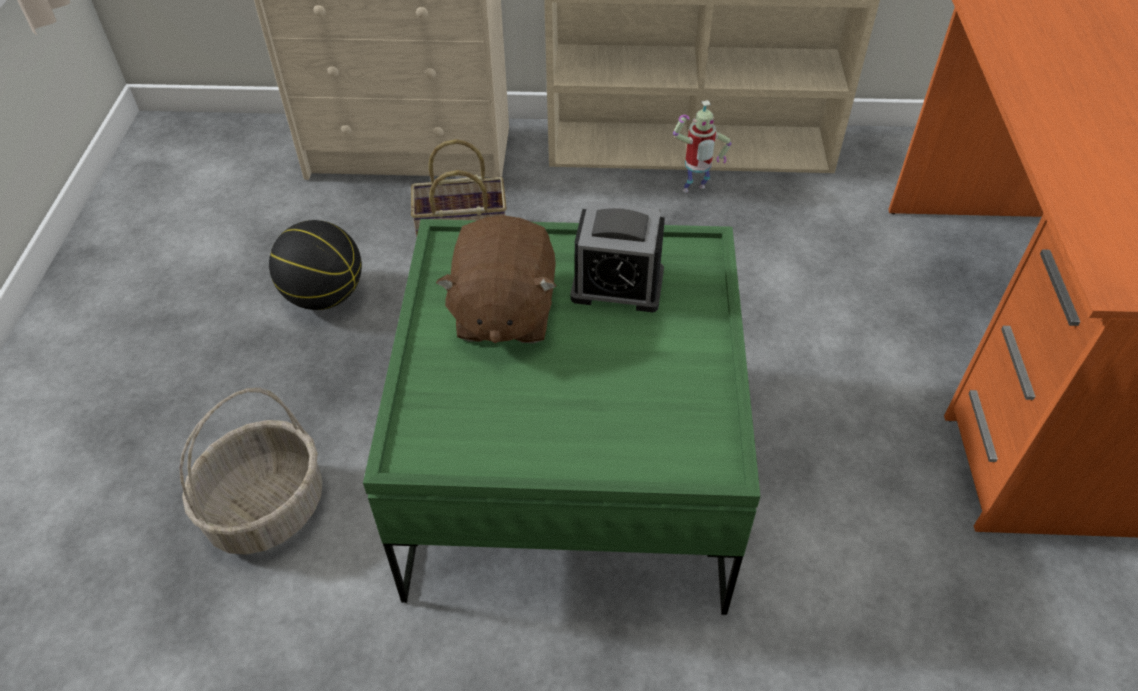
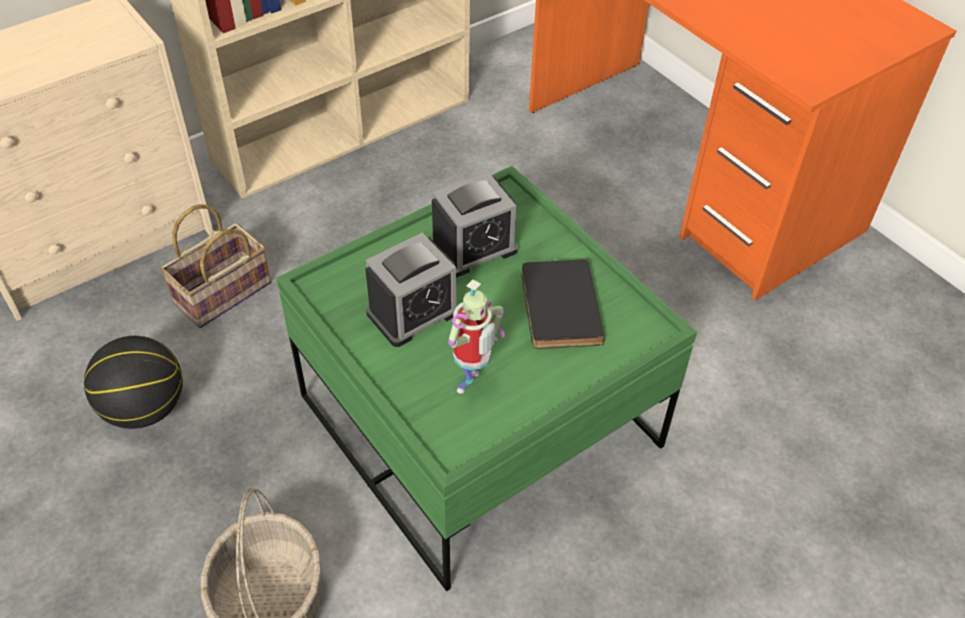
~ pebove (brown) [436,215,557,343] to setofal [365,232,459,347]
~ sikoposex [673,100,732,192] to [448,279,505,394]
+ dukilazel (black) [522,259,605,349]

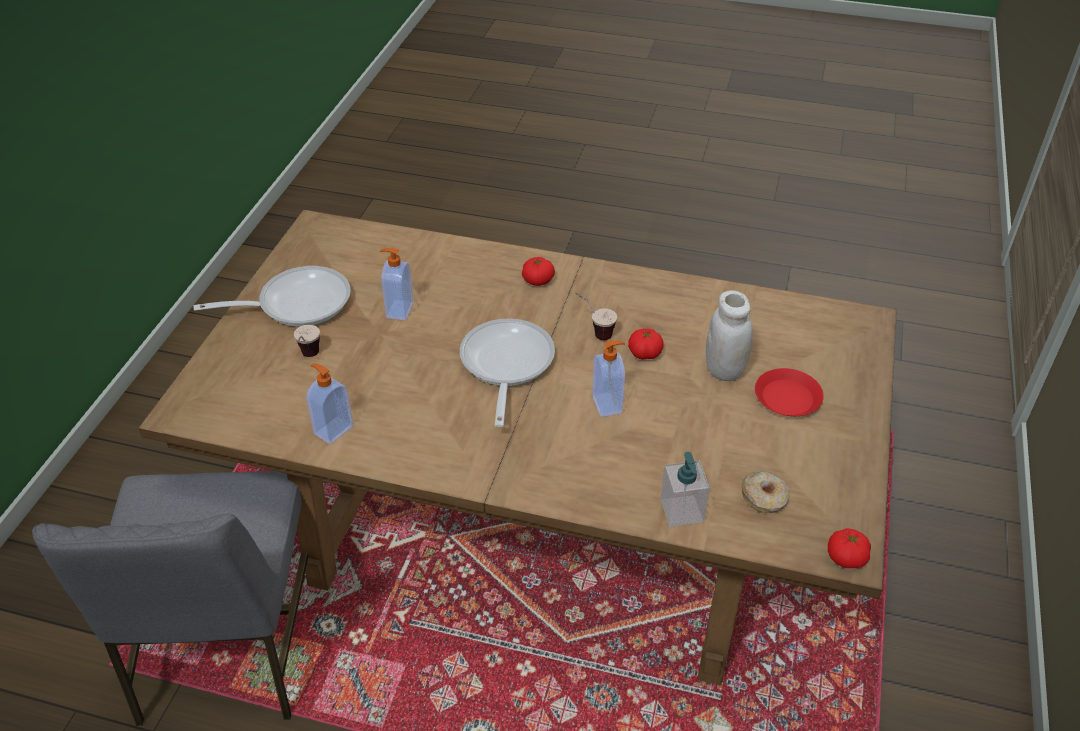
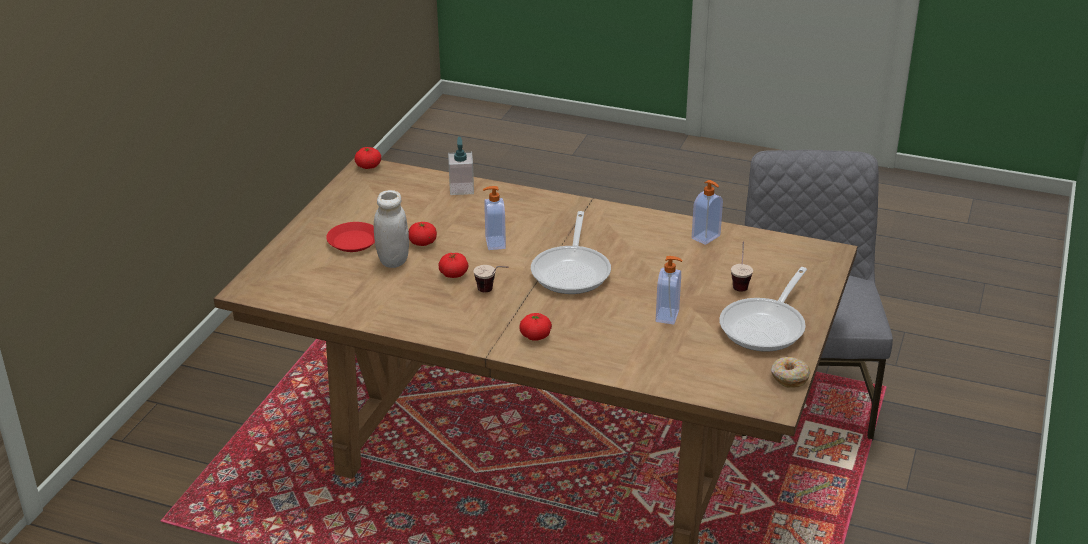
~ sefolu [193,266,351,327] = [719,267,807,352] 45 degrees counterclockwise
~ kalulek [742,470,789,513] to [771,357,811,388]
+ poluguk [409,222,437,246]

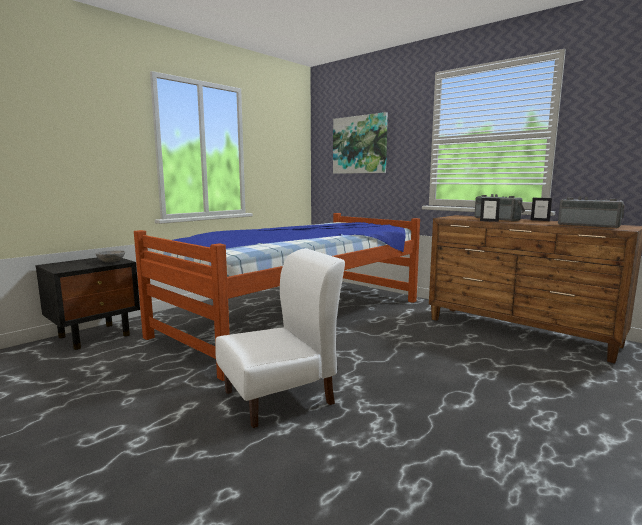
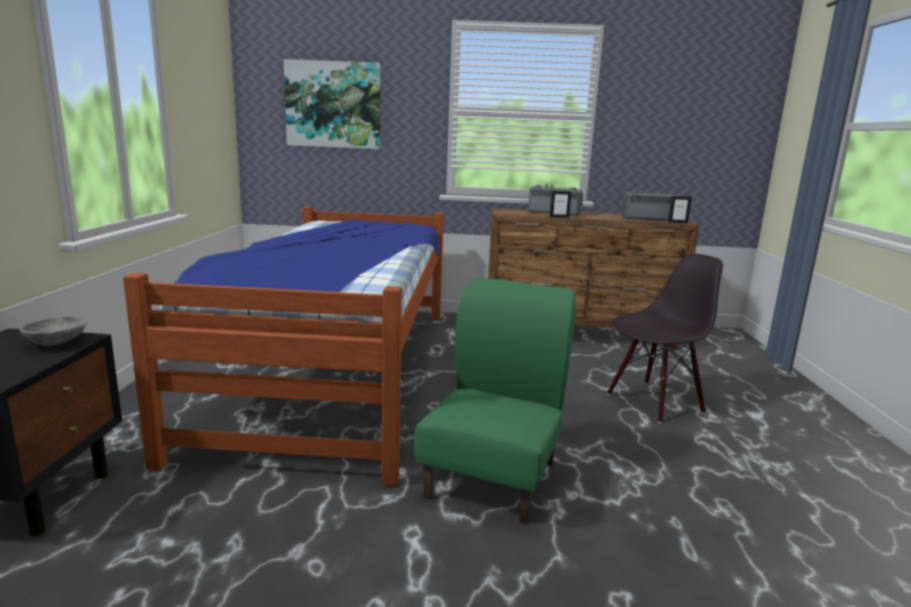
~ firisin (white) [215,248,345,428] to firisin (green) [414,277,576,524]
~ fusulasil [531,198,552,221] to [668,196,692,223]
+ firisin (black) [607,254,723,423]

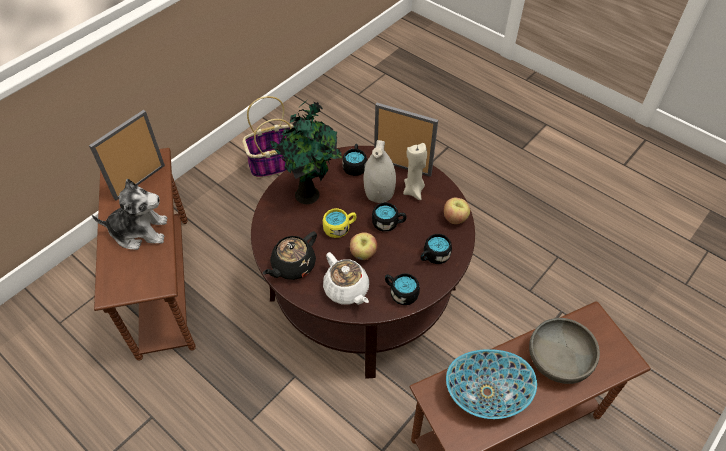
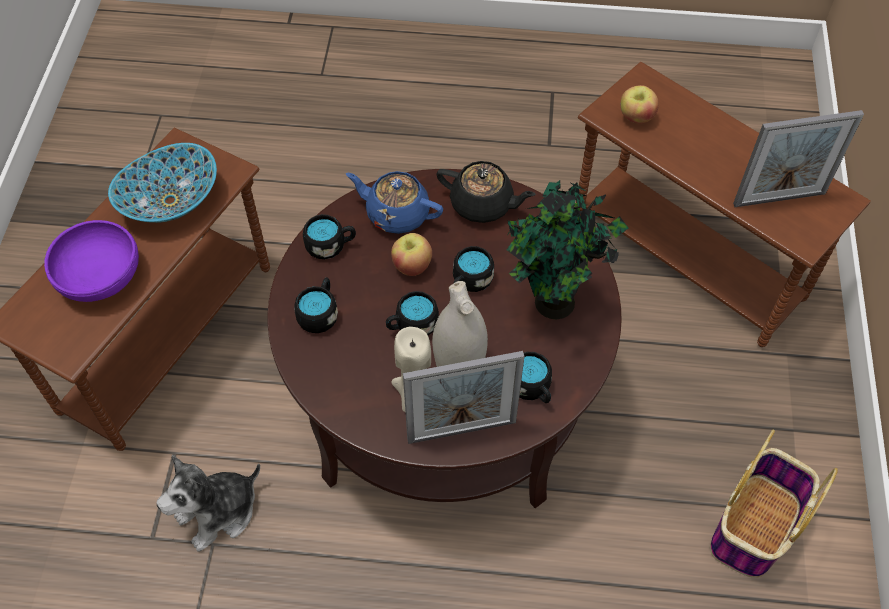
~ fusulasil [89,110,165,201] = [733,110,864,207] 75 degrees clockwise
~ pebove [92,179,168,250] to [156,455,260,552]
~ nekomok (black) [263,231,317,280] = [437,161,536,223] 105 degrees clockwise
~ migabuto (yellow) [323,208,356,238] to migabuto (black) [453,246,494,292]
~ nekomok (white) [323,252,369,305] to nekomok (blue) [346,171,443,234]
~ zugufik [444,197,470,224] to [621,85,659,124]
~ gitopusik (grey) [529,318,600,384] to gitopusik (purple) [44,220,139,302]

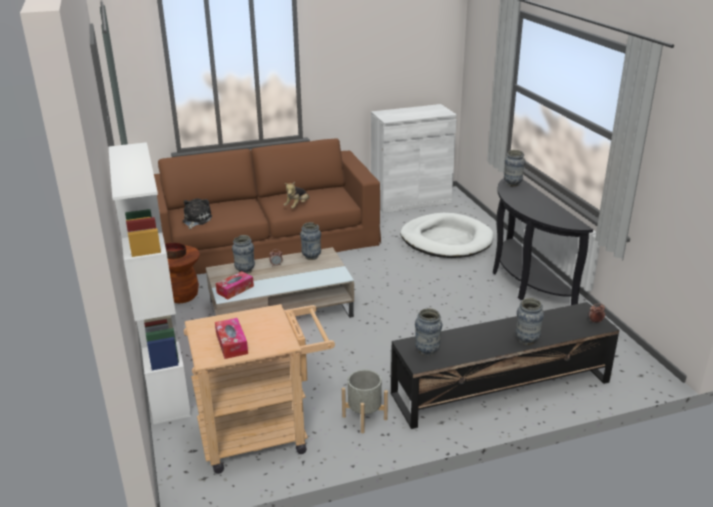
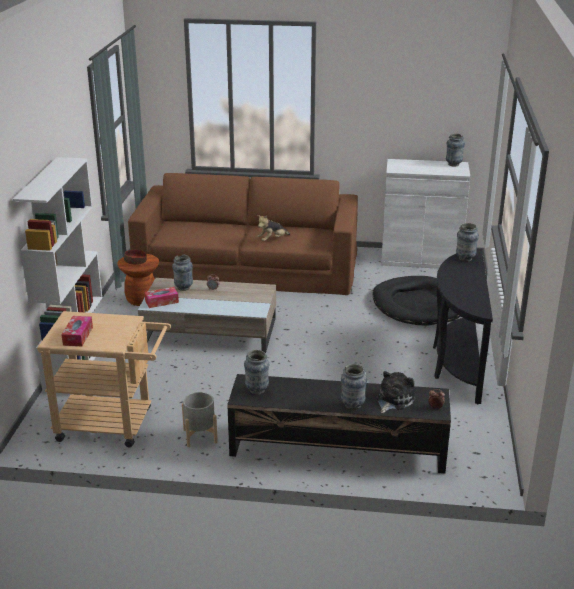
~ pebove [183,198,212,229] to [376,371,416,413]
~ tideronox [300,222,321,260] to [446,134,465,167]
~ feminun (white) [400,213,494,258] to feminun (black) [373,276,460,326]

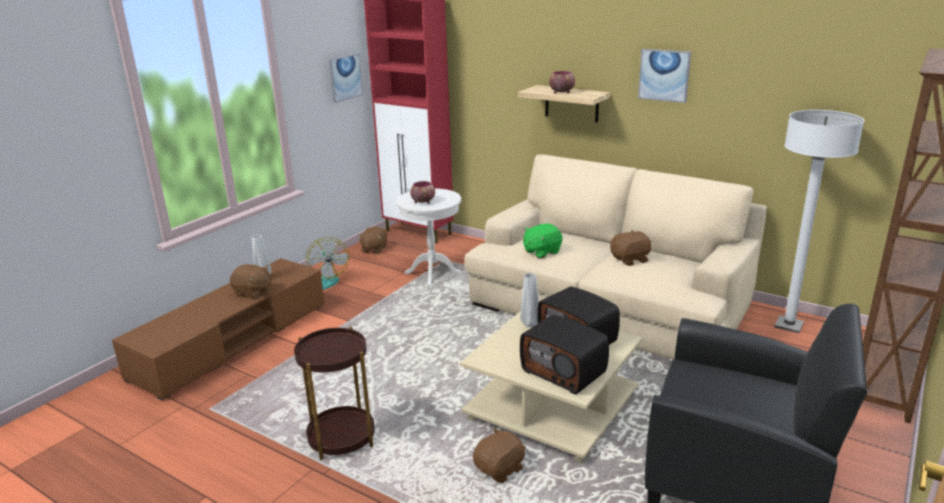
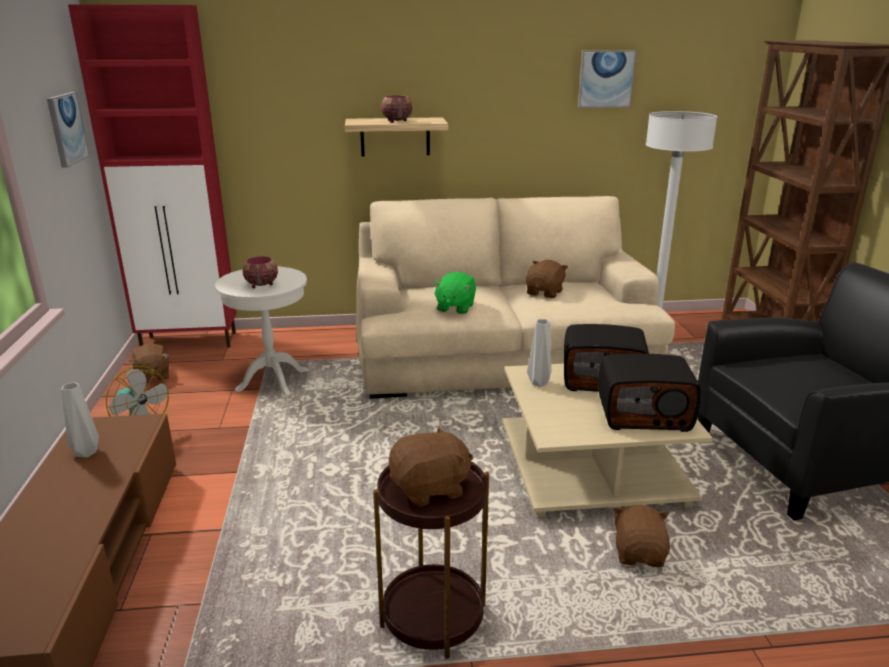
~ pebove (brown) [230,264,271,298] to [389,426,473,507]
~ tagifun [638,49,691,103] to [578,50,636,108]

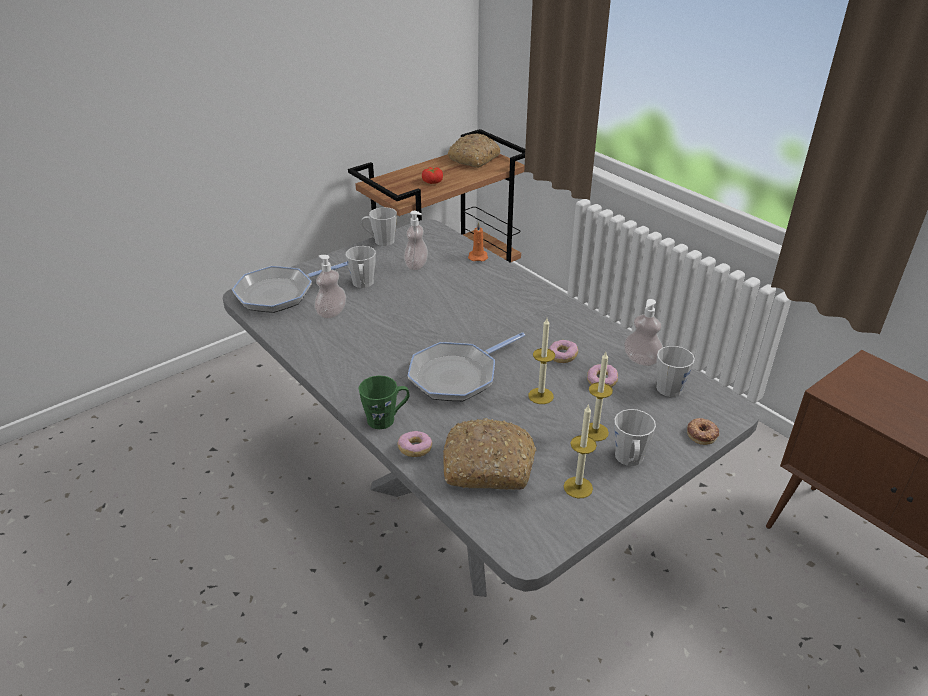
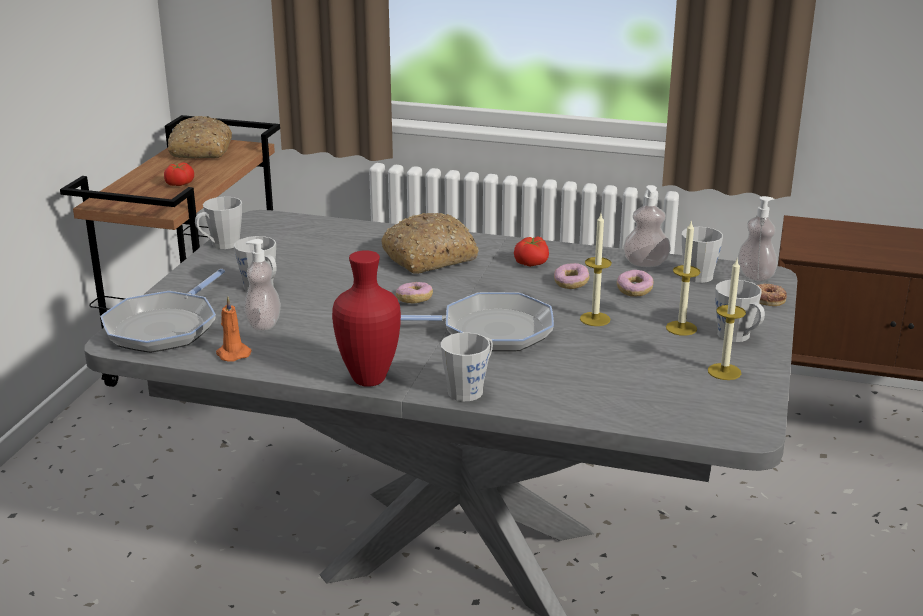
~ migabuto (green) [359,375,410,429] to migabuto (grey) [441,332,493,401]
~ kalulek [397,431,432,457] to [396,282,433,303]
~ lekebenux [404,211,428,271] to [738,196,777,282]
~ sefolu [408,332,525,401] = [401,292,554,352] 105 degrees counterclockwise
~ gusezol [443,418,536,490] to [381,213,479,274]
~ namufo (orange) [468,222,488,261] to [216,297,251,362]
+ tideronox (red) [332,250,401,387]
+ poluguk [514,236,549,267]

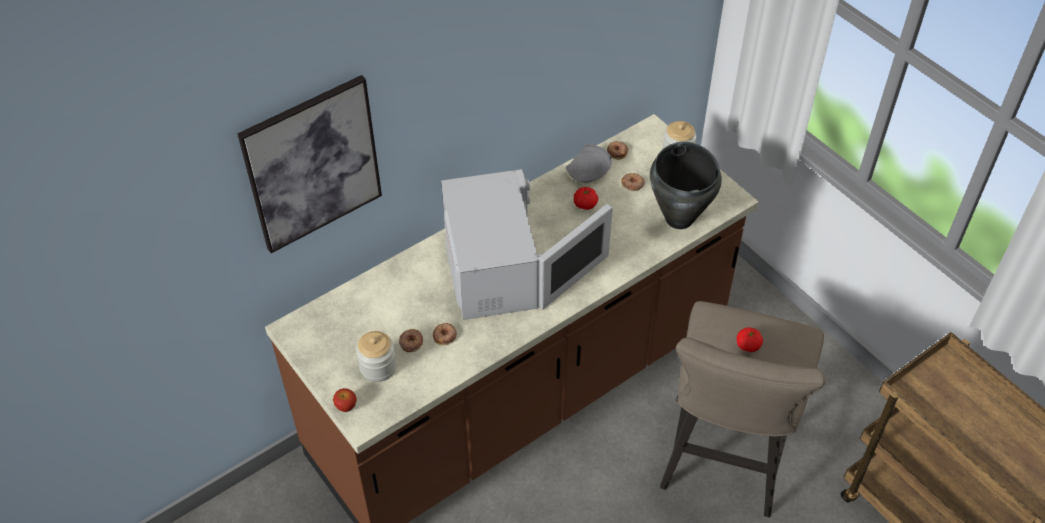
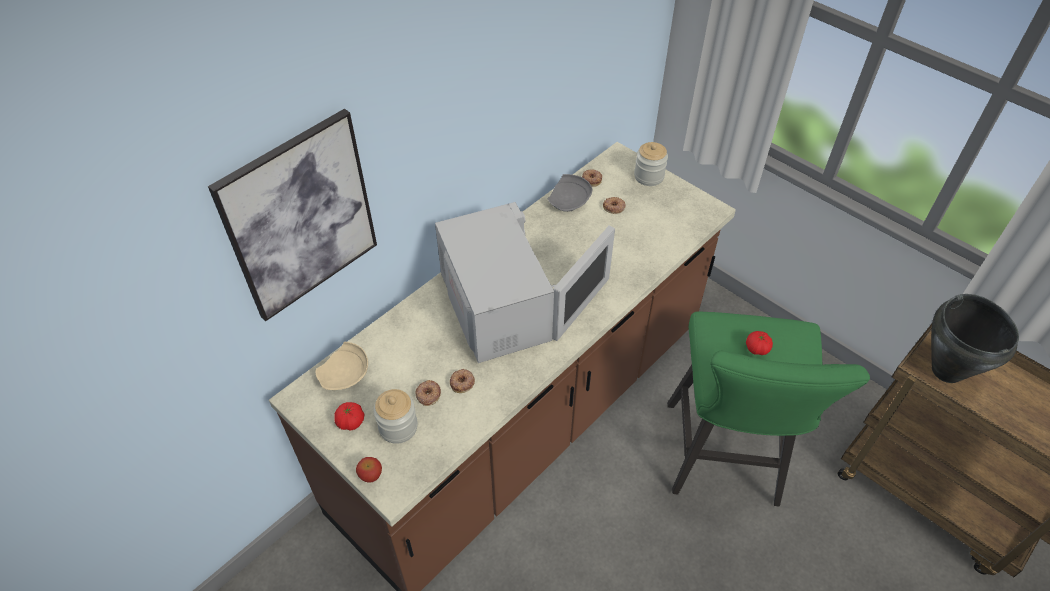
~ poluguk [574,187,598,210] to [335,402,364,431]
~ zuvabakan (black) [650,142,722,229] to [931,294,1019,383]
~ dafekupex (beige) [660,301,826,518] to dafekupex (green) [667,311,870,506]
+ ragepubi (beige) [315,342,368,390]

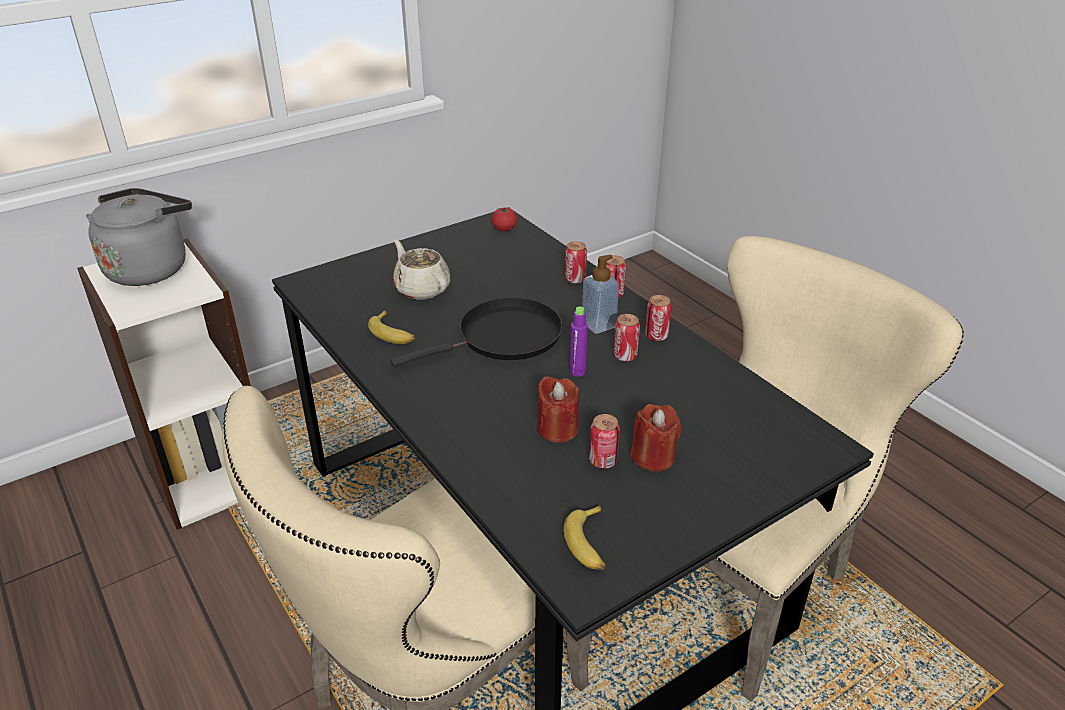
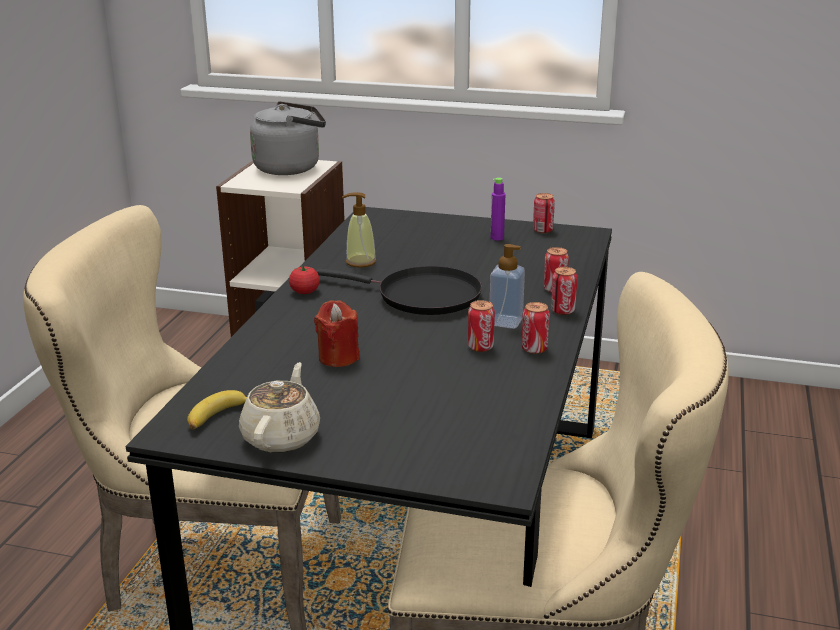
~ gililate [368,310,415,344] to lekebenux [342,192,376,268]
~ nekomok (beige) [393,240,450,300] to [239,362,320,453]
~ poluguk [491,208,517,231] to [289,265,320,294]
~ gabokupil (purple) [569,307,588,376] to [491,178,505,240]
~ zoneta [589,414,620,469] to [533,193,555,233]
- namufo (red) [631,404,682,471]

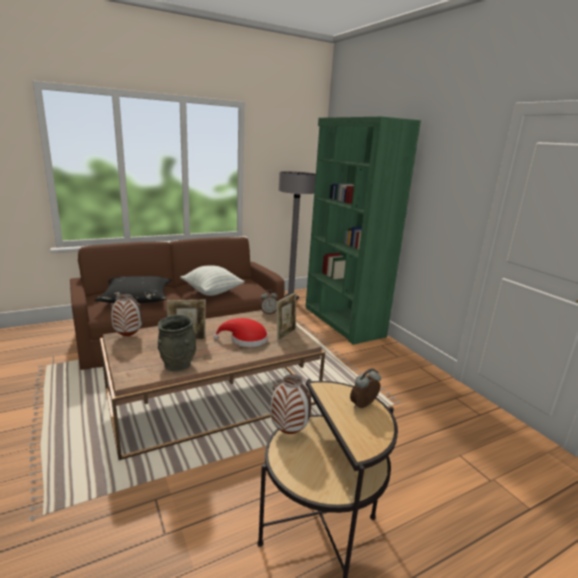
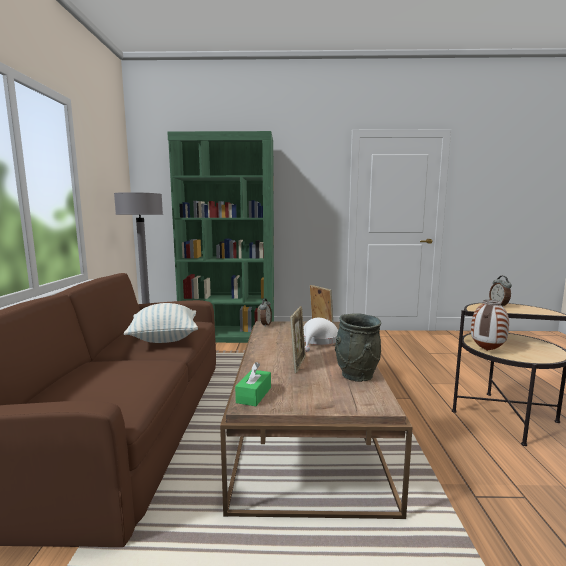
- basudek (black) [95,276,172,303]
~ tideronox [111,294,142,336] to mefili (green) [235,362,271,406]
~ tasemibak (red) [213,318,268,347] to tasemibak (white) [303,318,338,352]

